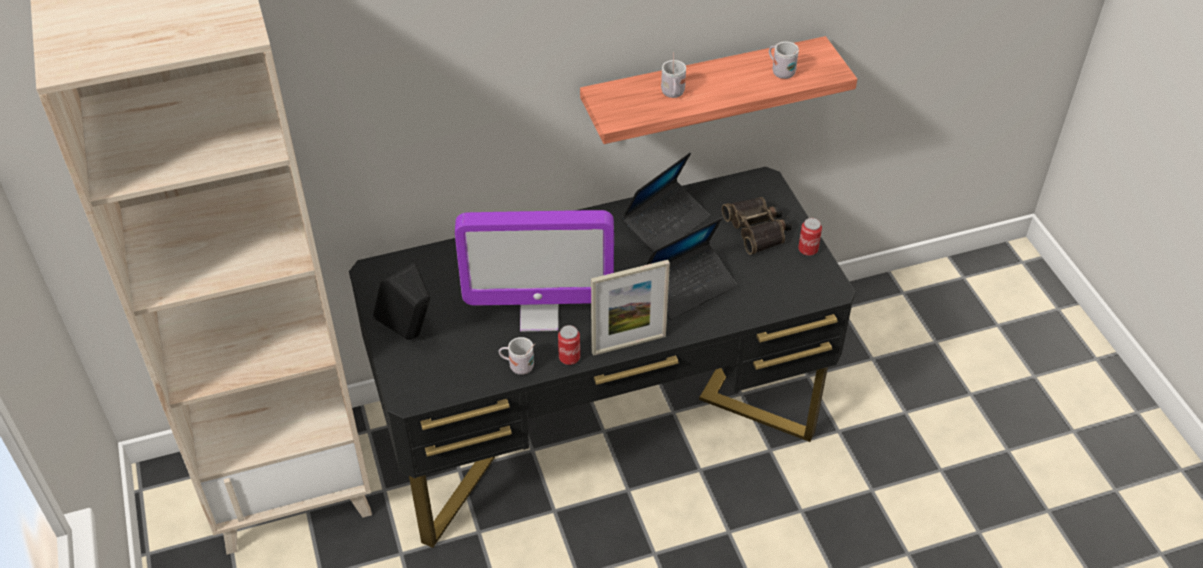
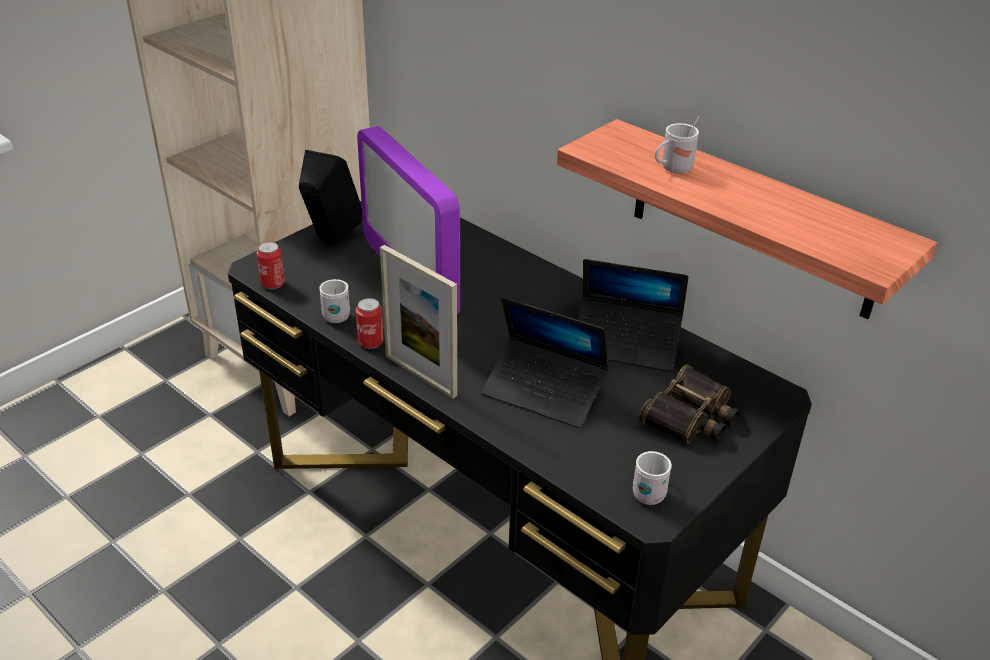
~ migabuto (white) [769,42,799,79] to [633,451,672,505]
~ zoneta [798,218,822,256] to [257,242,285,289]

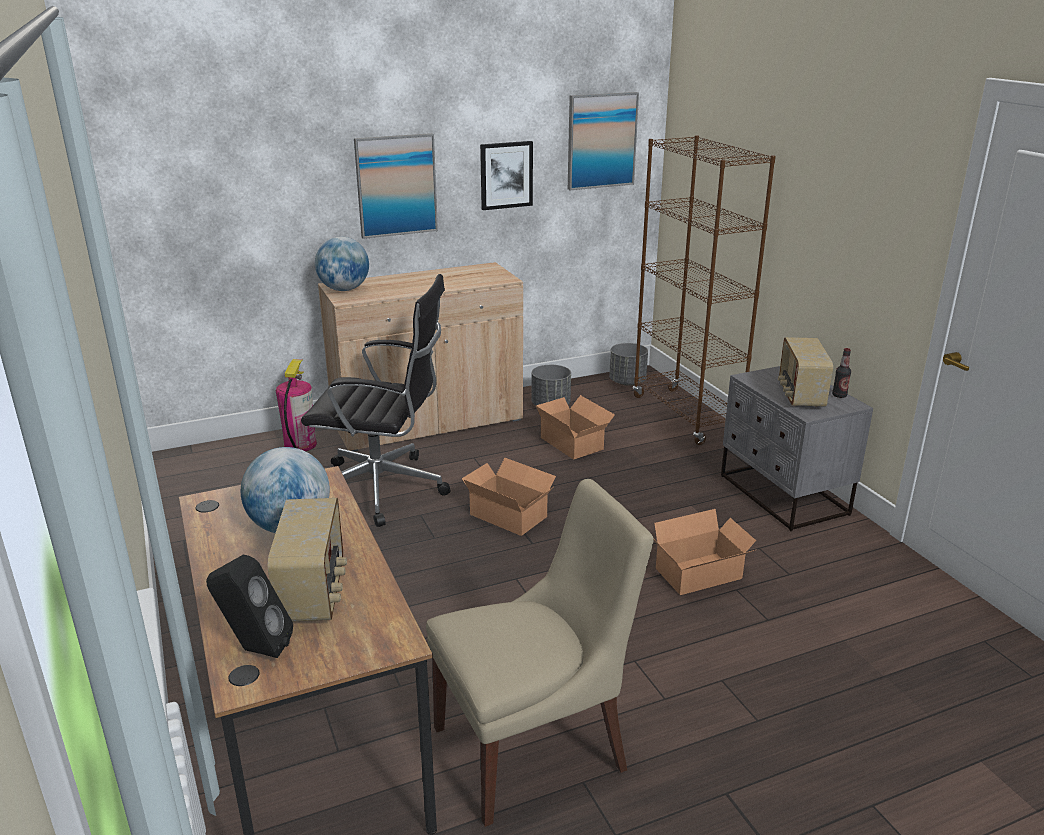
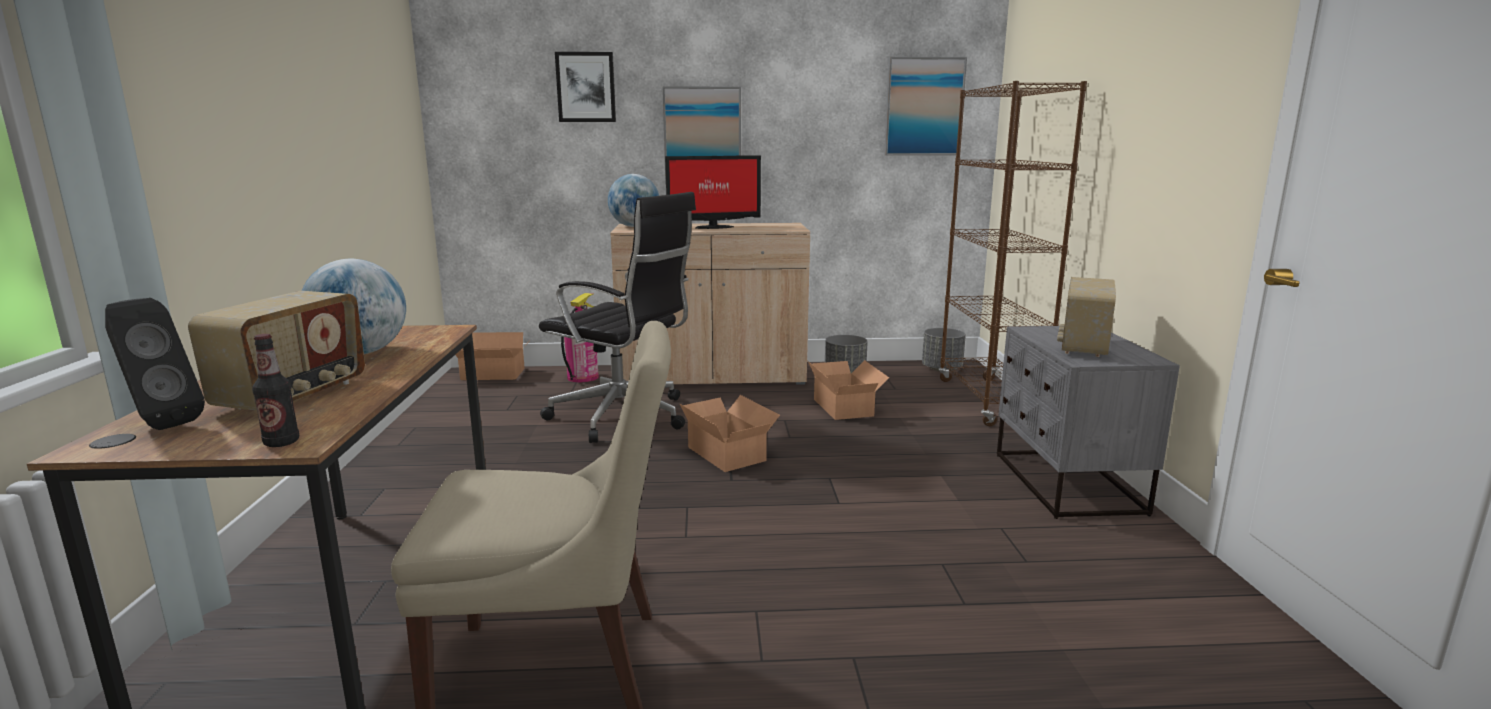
~ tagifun [480,141,533,210] to [555,52,616,122]
~ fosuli [653,509,756,595] to [456,332,531,380]
~ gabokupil [832,348,851,398] to [252,334,299,447]
+ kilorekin [665,155,761,229]

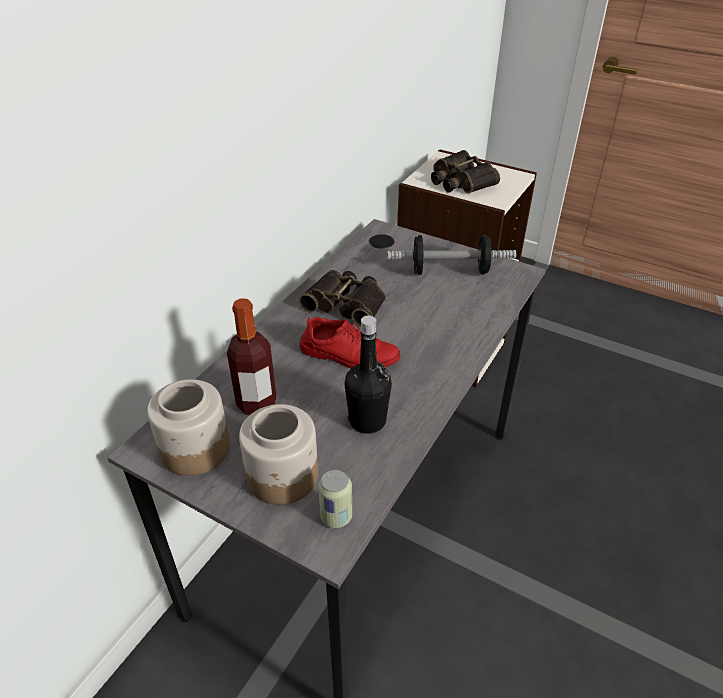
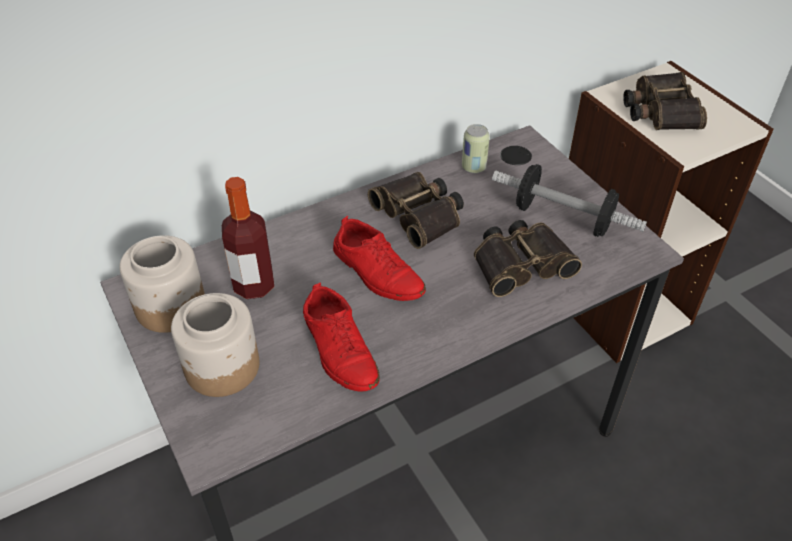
~ zoneta [318,470,352,528] to [462,124,490,173]
~ gabokupil (black) [344,315,392,434] to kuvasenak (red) [303,282,380,392]
+ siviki [474,220,582,297]

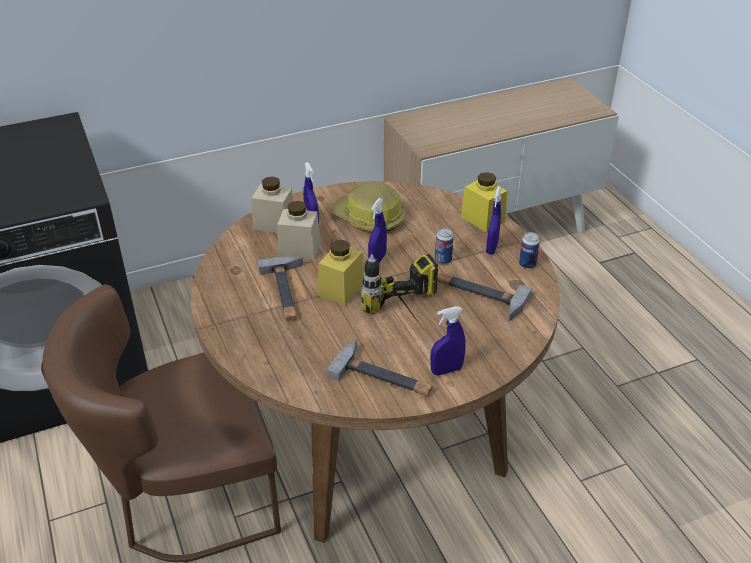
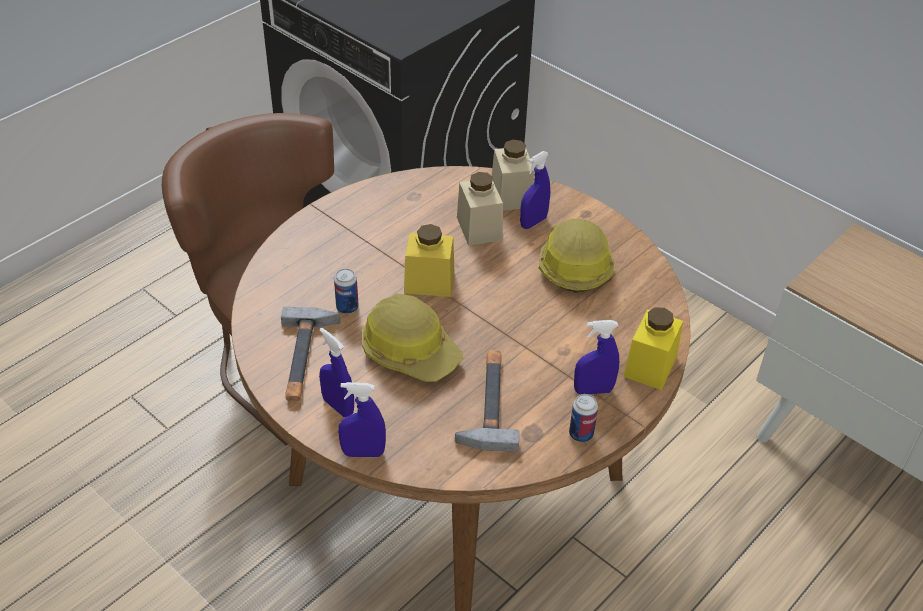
- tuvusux [258,256,303,321]
~ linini [361,254,438,327] to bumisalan [362,294,463,382]
~ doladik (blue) [368,198,387,263] to [338,382,386,457]
~ zoneta [435,228,454,264] to [334,269,359,314]

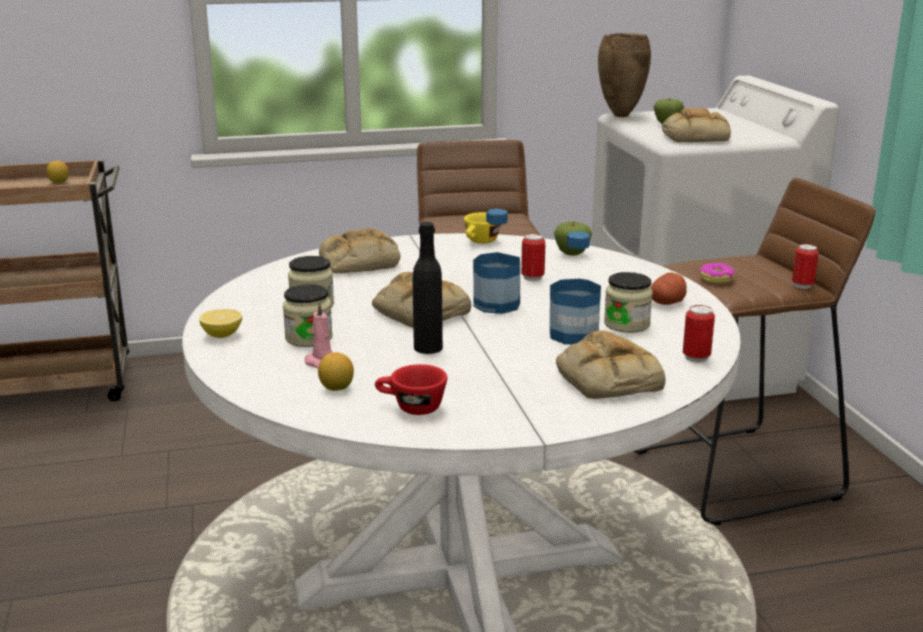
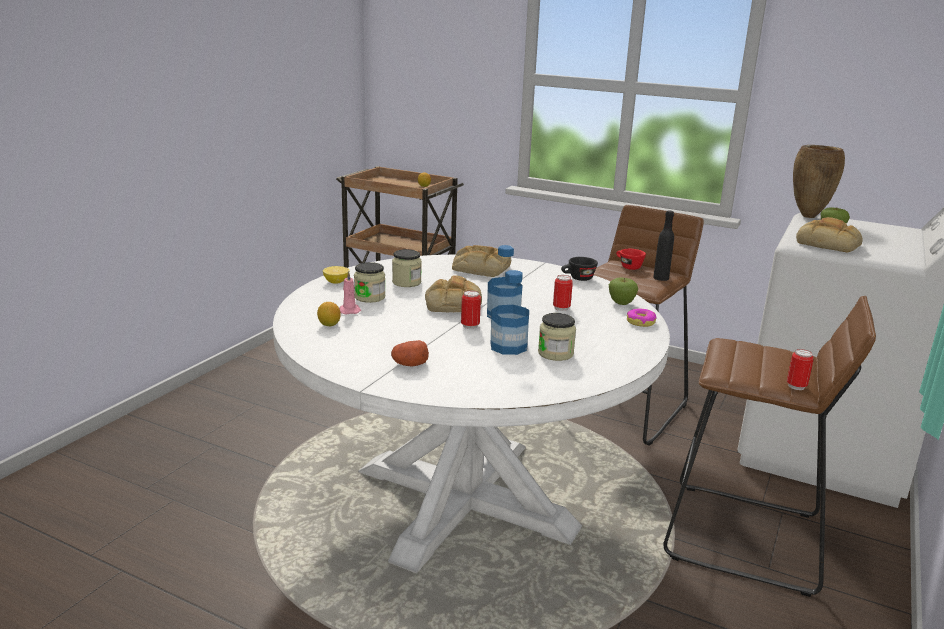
~ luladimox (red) [375,364,447,415] to [616,249,646,270]
~ gabokupil (black) [413,222,443,354] to [653,210,674,281]
~ luladimox (yellow) [464,212,500,243] to luladimox (black) [561,257,598,281]
- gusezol [556,330,666,399]
~ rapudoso [650,272,687,305] to [391,340,429,366]
~ zoneta [683,305,715,363] to [461,290,481,329]
~ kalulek [699,263,735,283] to [627,309,657,327]

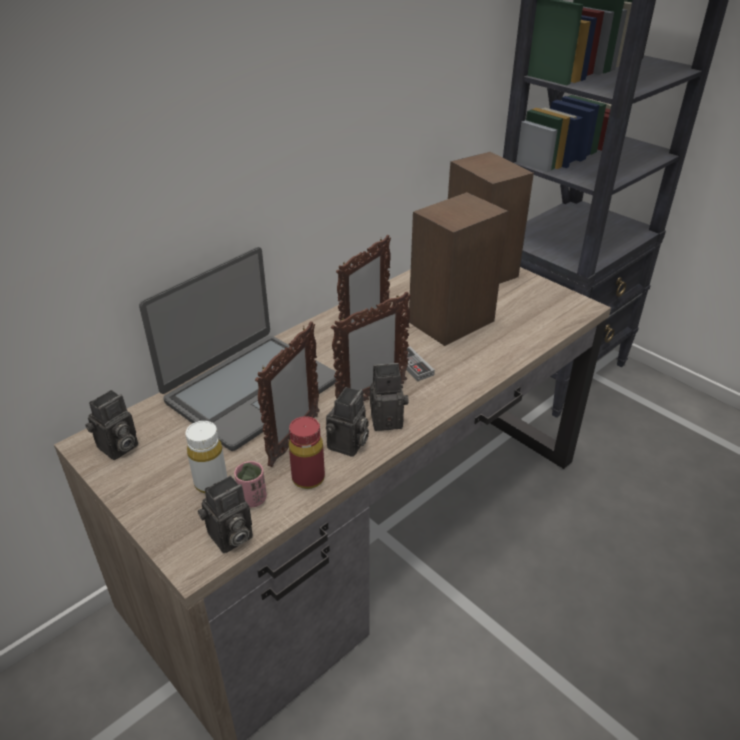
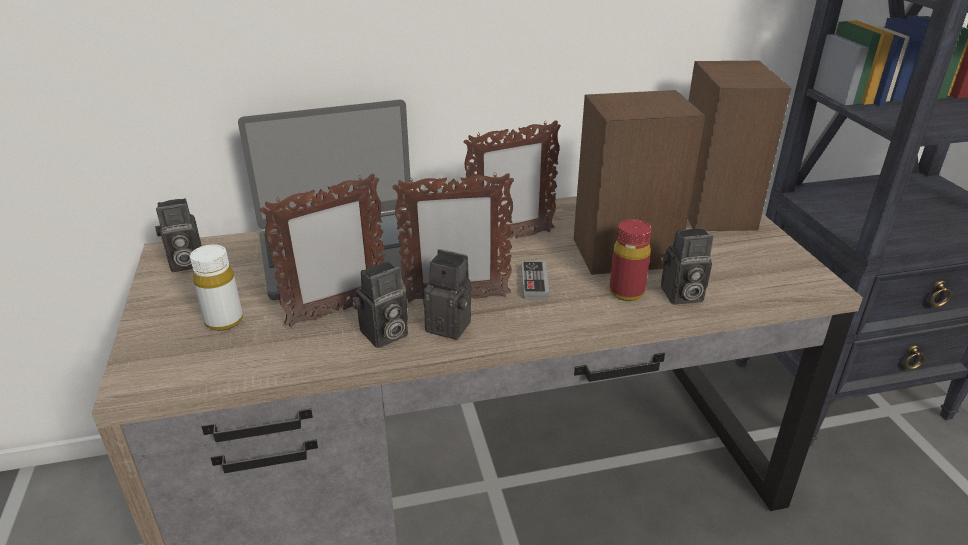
~ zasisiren [198,476,253,553] to [661,228,713,305]
- luladimox (pink) [234,461,267,507]
~ gabokupil (red) [289,416,325,489] to [609,219,652,301]

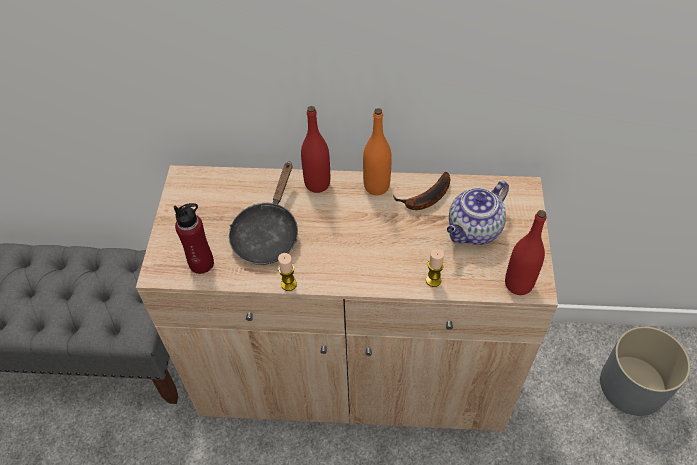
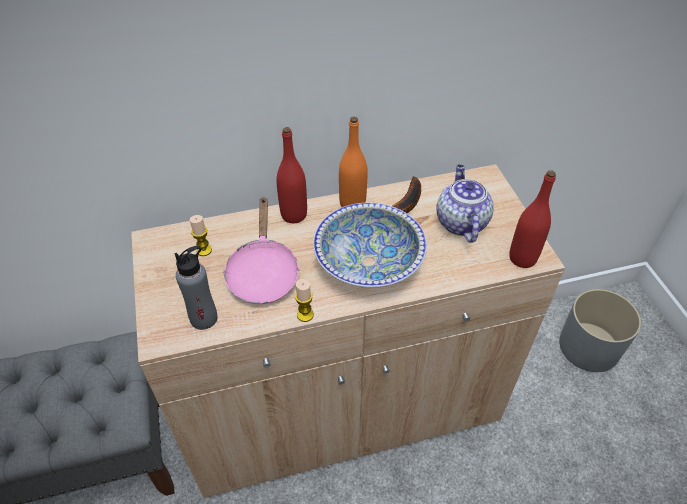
~ gabokupil (red) [174,203,214,274] to gabokupil (grey) [174,246,217,330]
~ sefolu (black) [229,161,298,265] to sefolu (pink) [223,197,300,304]
~ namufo [426,249,444,287] to [190,215,212,256]
~ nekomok [447,181,509,245] = [437,164,494,243] 150 degrees clockwise
+ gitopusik [313,203,427,288]

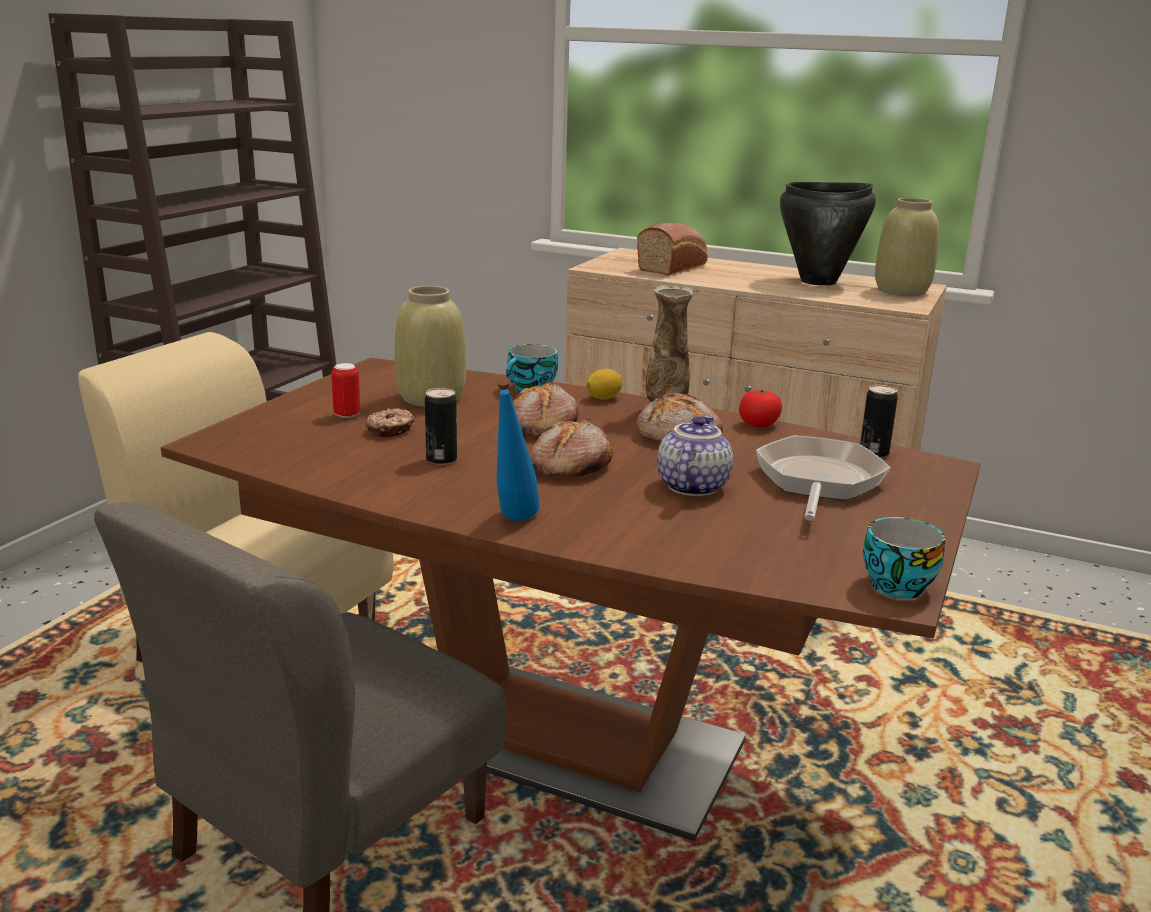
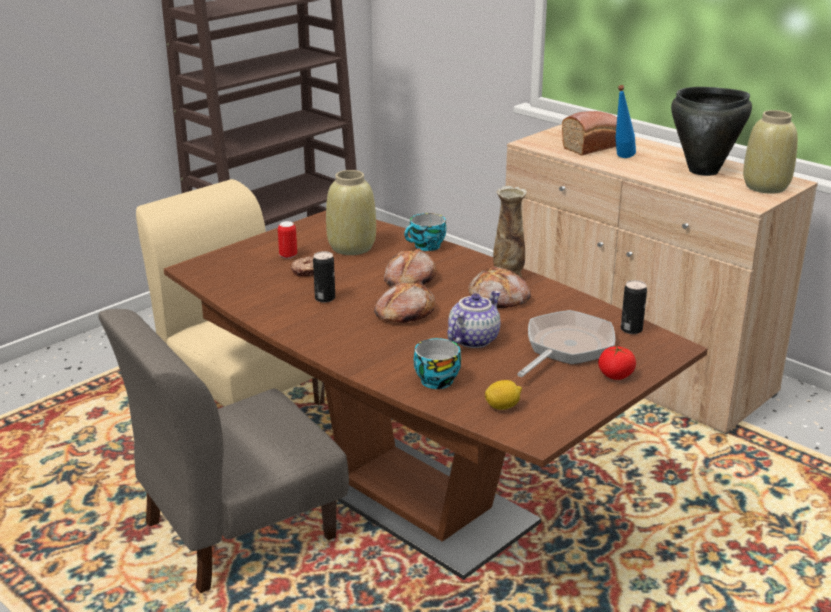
~ gabokupil (blue) [496,377,539,521] to [615,85,636,158]
~ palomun [586,369,622,400] to [485,380,522,410]
~ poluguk [739,389,782,428] to [598,346,636,380]
~ luladimox [863,517,945,599] to [414,338,461,389]

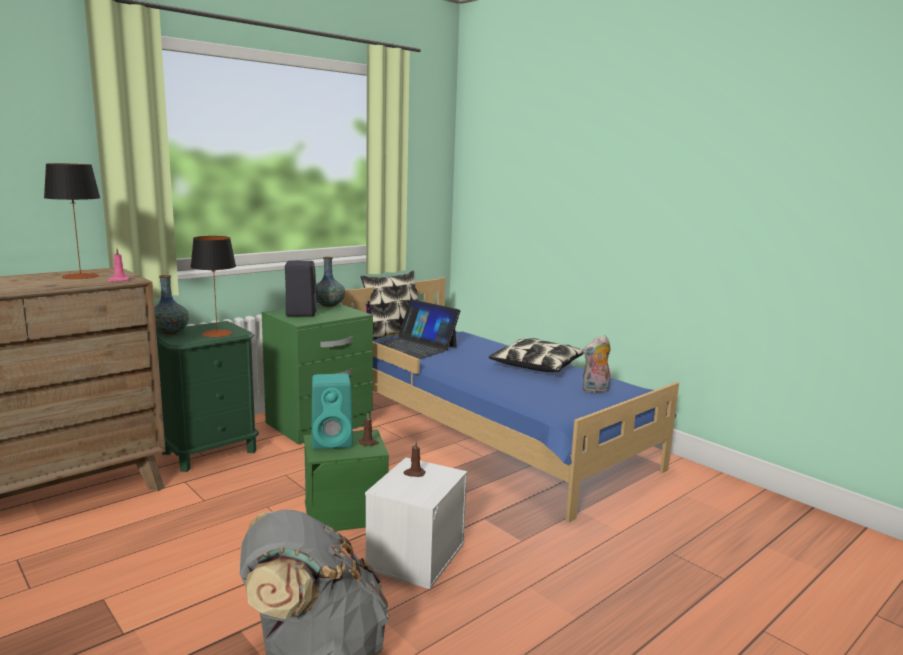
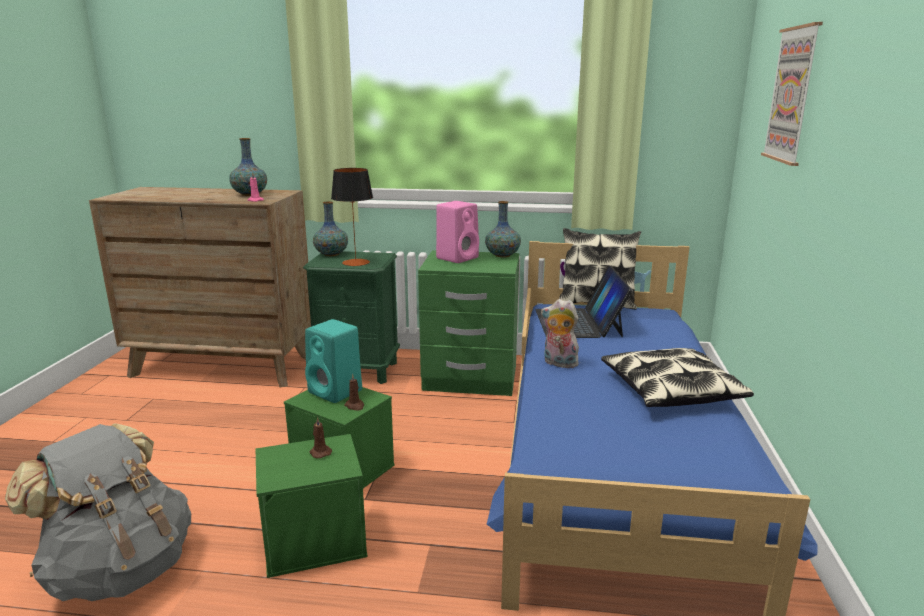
~ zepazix [44,163,100,280] to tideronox [229,138,267,196]
~ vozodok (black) [285,261,317,316] to vozodok (pink) [436,201,479,263]
~ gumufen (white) [365,458,467,589] to gumufen (green) [256,434,368,578]
~ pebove [583,335,611,393] to [541,299,582,368]
+ tagifun [761,22,823,166]

